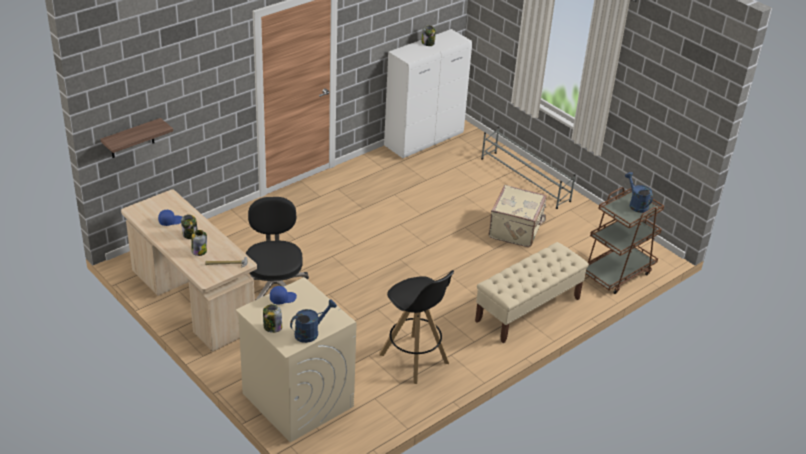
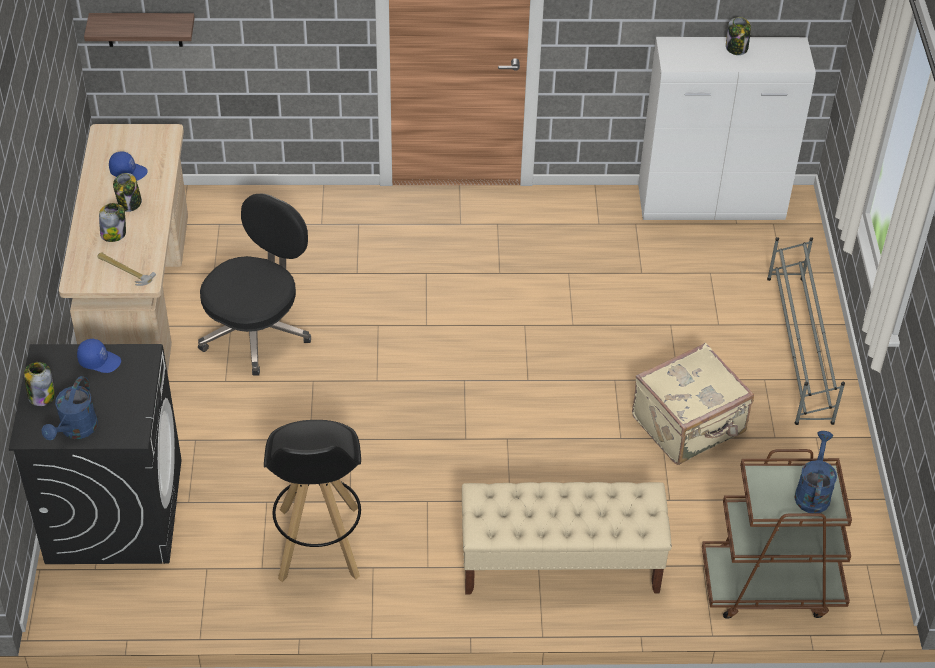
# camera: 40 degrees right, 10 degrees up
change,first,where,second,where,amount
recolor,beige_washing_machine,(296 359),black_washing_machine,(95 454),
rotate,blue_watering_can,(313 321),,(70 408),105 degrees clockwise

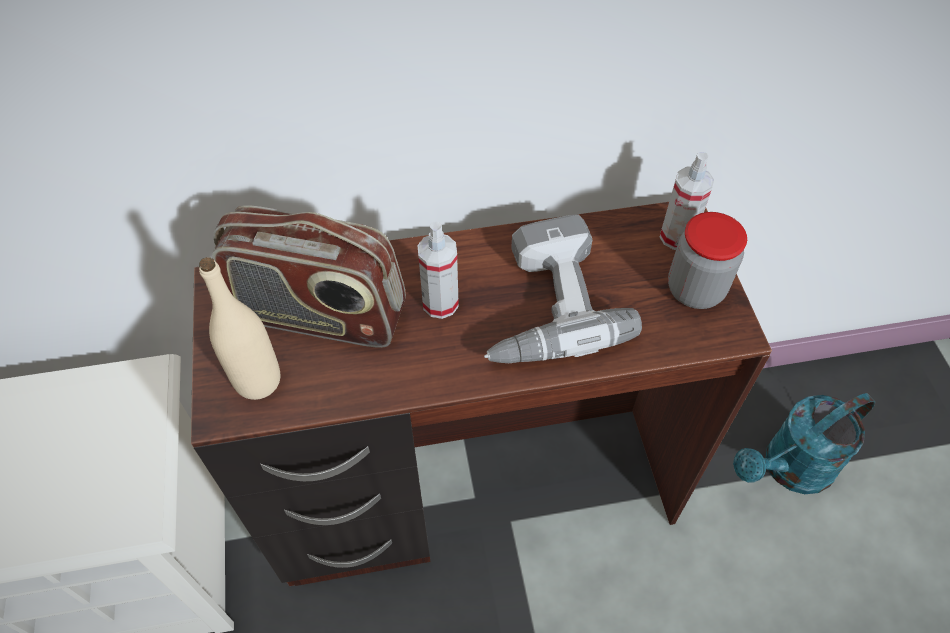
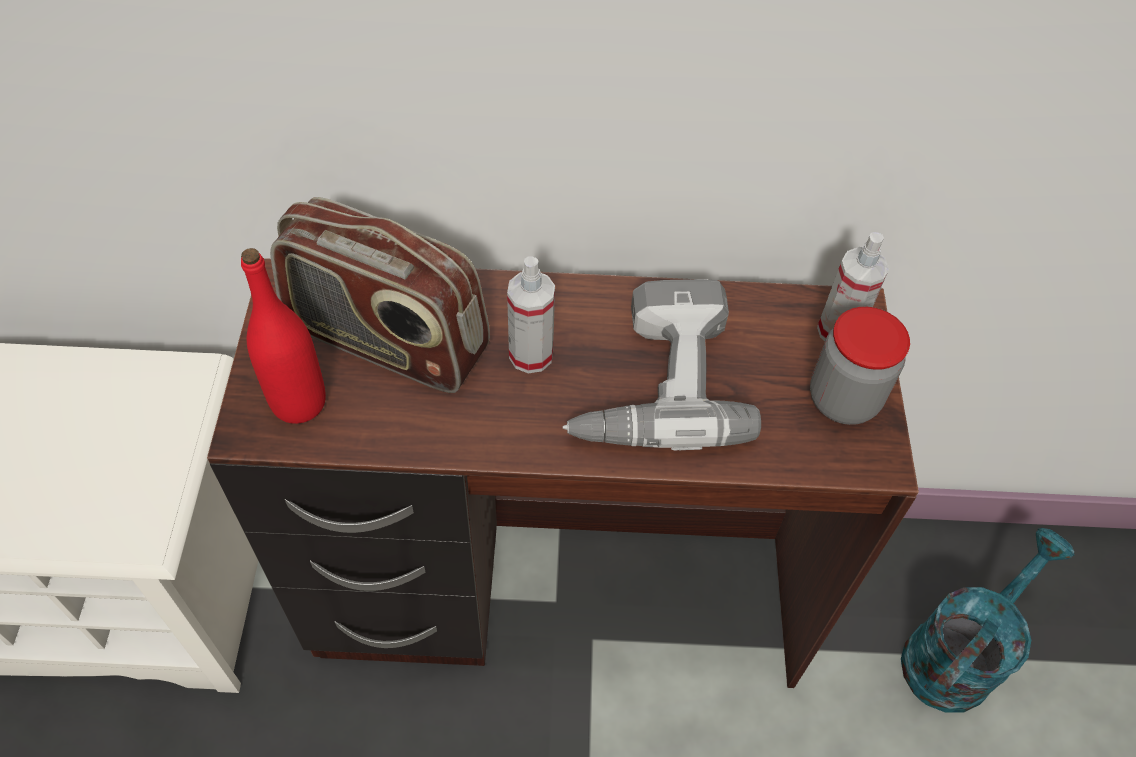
# camera: 10 degrees right, 0 degrees up
change,first,where,second,where,amount
recolor,beige_bottle,(239 328),red_bottle,(283 336),
rotate,turquoise_watering_can,(804 443),,(988 620),150 degrees clockwise

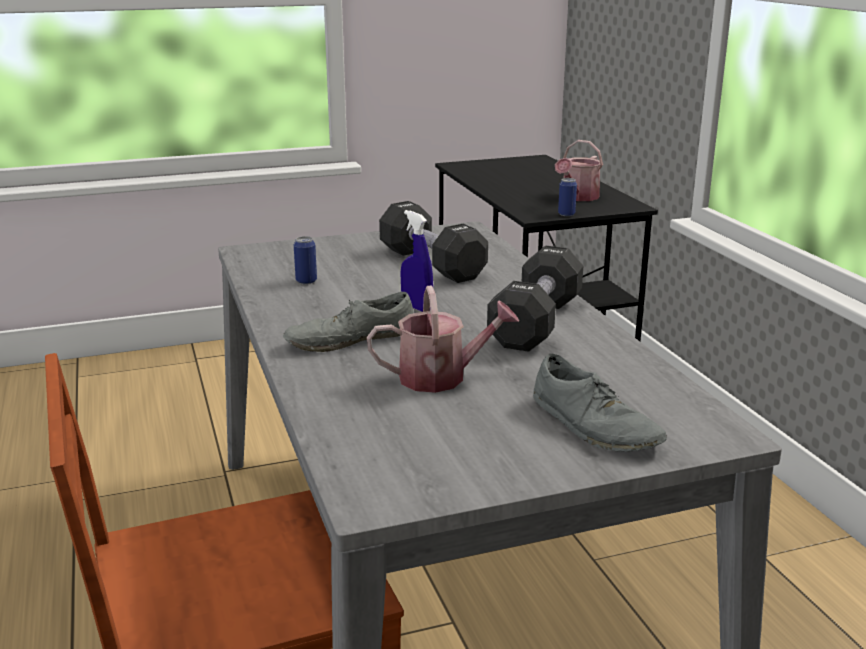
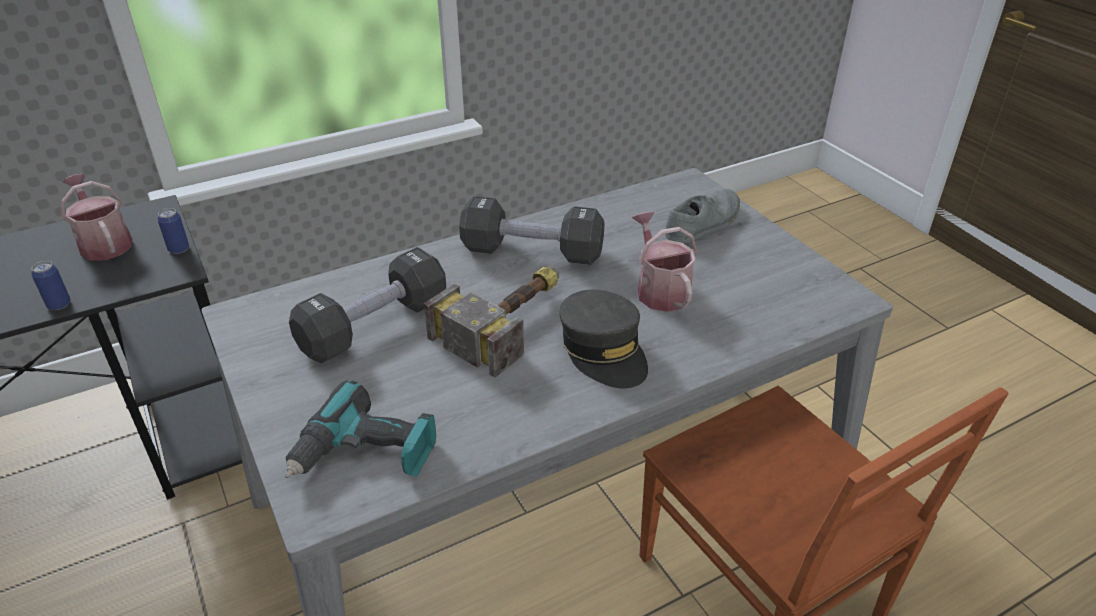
# camera: 100 degrees left, 15 degrees up
change,first,where,second,where,amount
rotate,watering_can,(579 170),,(96 217),150 degrees counterclockwise
replace,blue_spray_bottle,(416 261),hammer,(491 322),
move,can,(305 260),,(51 285),
replace,grey_shoe,(348 322),grey_cap,(603 339),
insert,,,power_drill,(360 429),

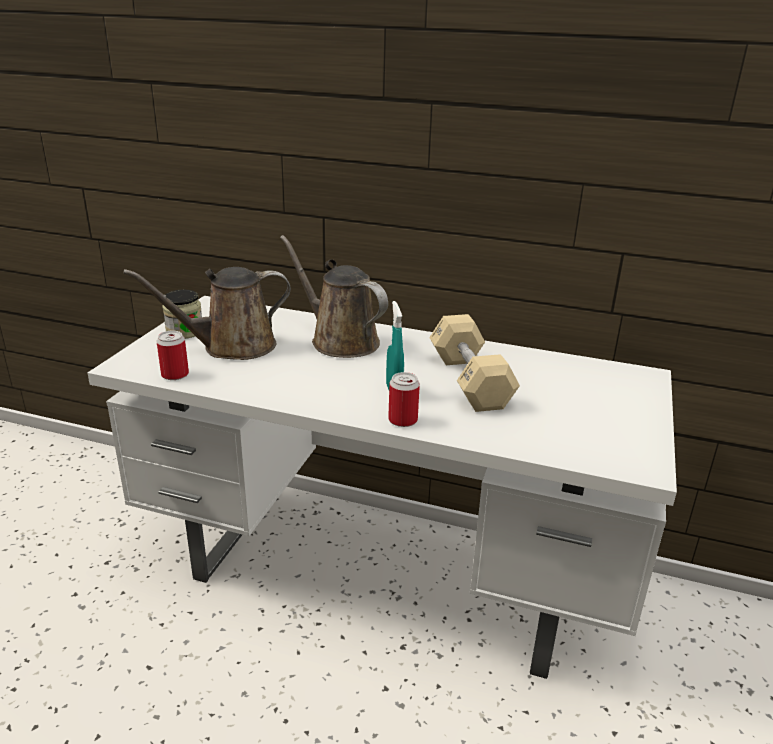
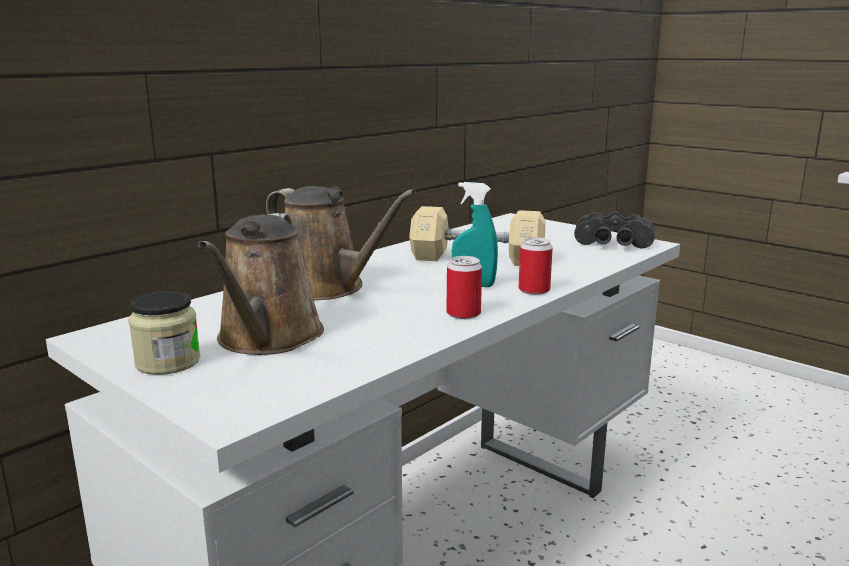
# camera: 65 degrees left, 10 degrees down
change,first,where,second,where,amount
rotate,brown_watering_can,(334 296),,(341 243),120 degrees counterclockwise
move,can,(172 355),,(464 287),
insert,,,black_binoculars,(614 229),

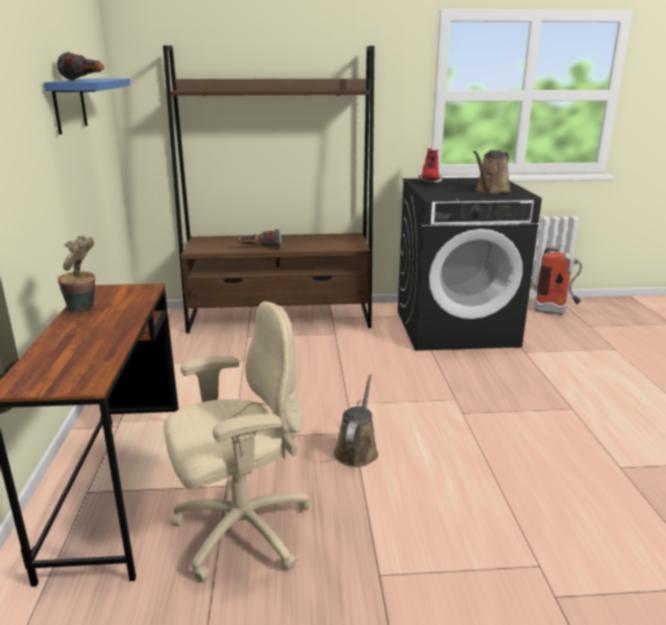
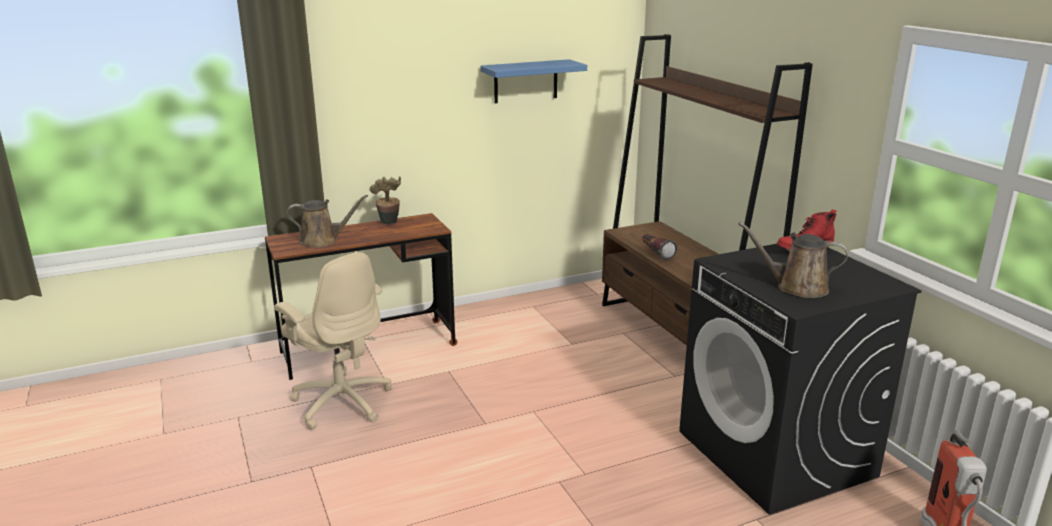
# camera: 70 degrees right, 0 degrees up
change,first,where,second,where,amount
delete,flashlight,(80 66),,,
move,brown_watering_can,(356 420),,(327 221),

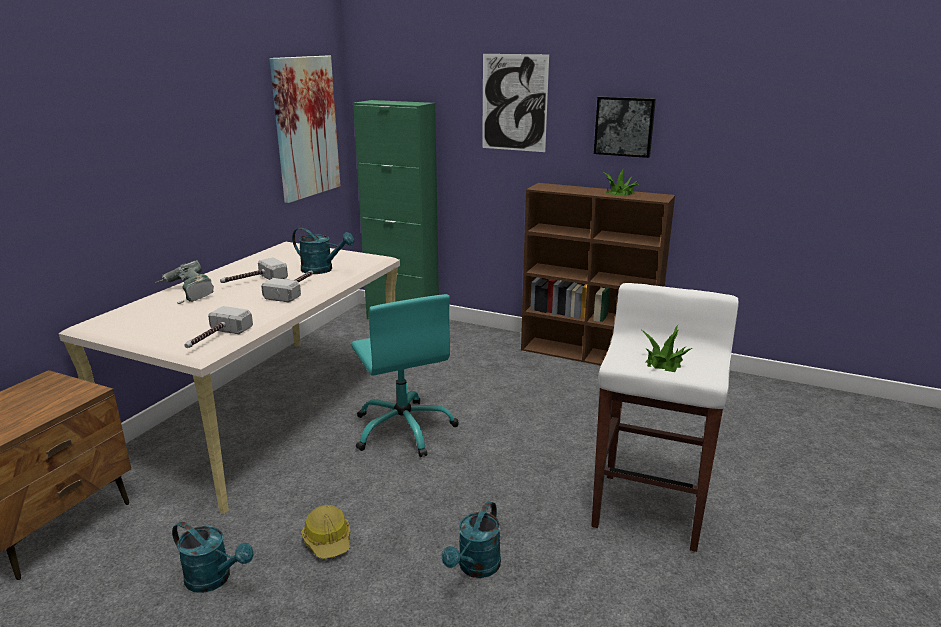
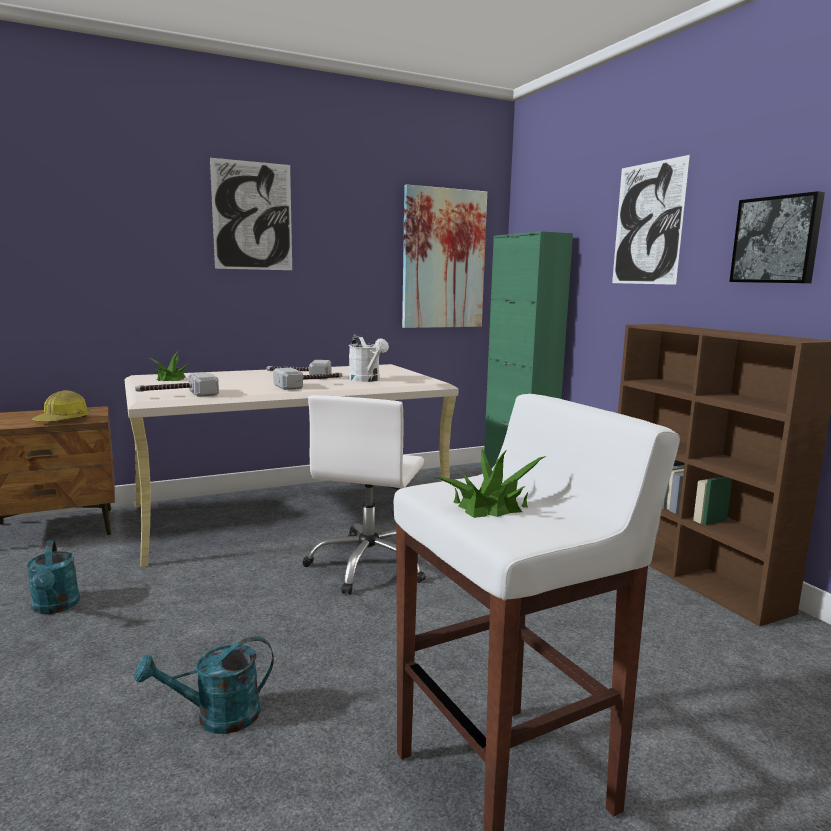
# camera: 40 degrees right, 10 degrees down
change,first,where,second,where,amount
move,potted_plant,(621 182),,(169 366),
recolor,turquoise_watering_can,(323 251),white_watering_can,(369 358),
delete,power_drill,(184 282),,,
recolor,turquoise_office_chair,(405 375),white_office_chair,(364 495),
move,hard_hat,(325 532),,(61 406),
insert,,,picture,(251 214),

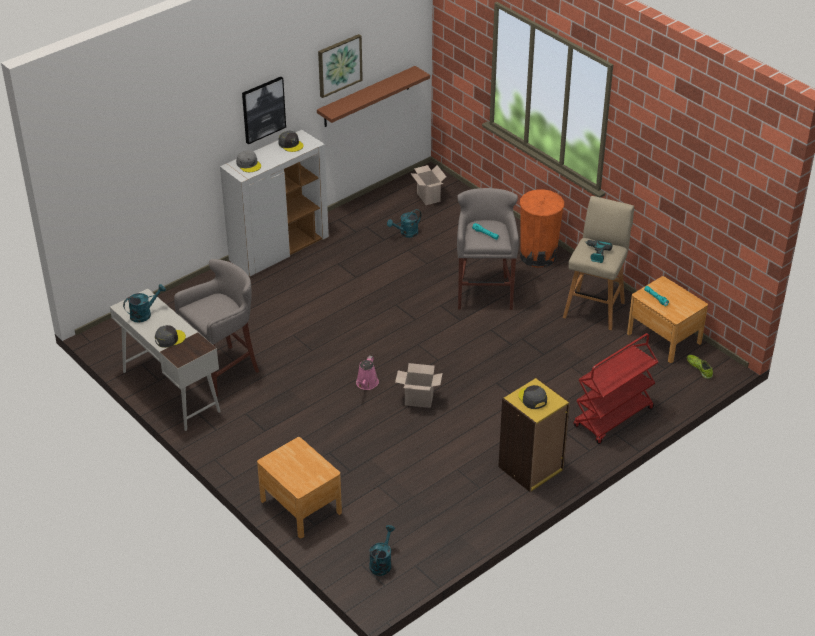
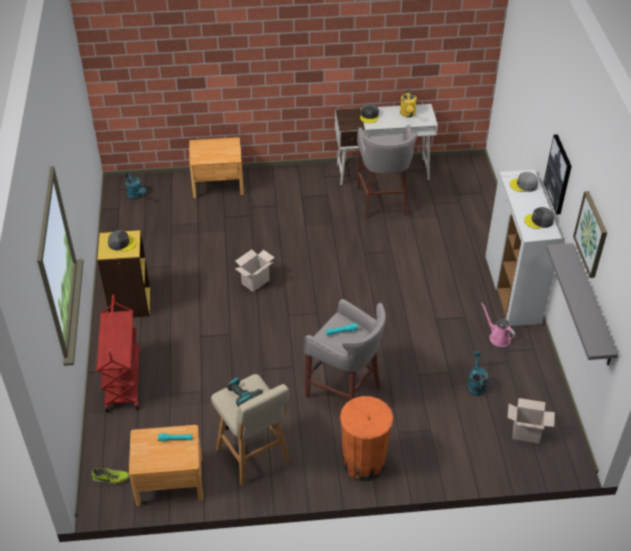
# camera: 125 degrees right, 5 degrees up
change,first,where,second,where,amount
recolor,brown_shelf,(373 96),grey_shelf,(582 304),
recolor,turquoise_watering_can,(144 303),yellow_watering_can,(408 103),
move,pink_watering_can,(367 372),,(498 325),

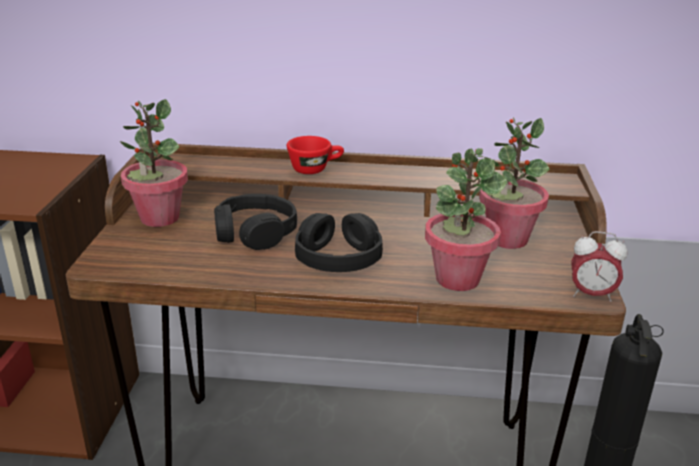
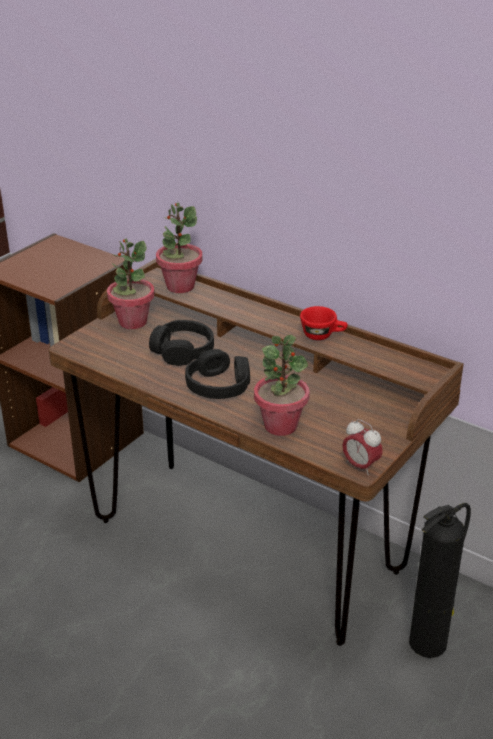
# camera: 30 degrees right, 5 degrees up
change,first,where,second,where,amount
move,potted_plant,(514 183),,(179 247),
move,red_cup,(315 155),,(324 323),

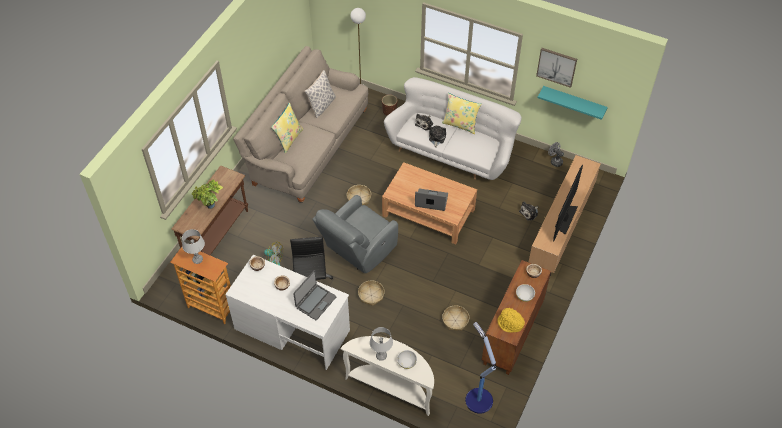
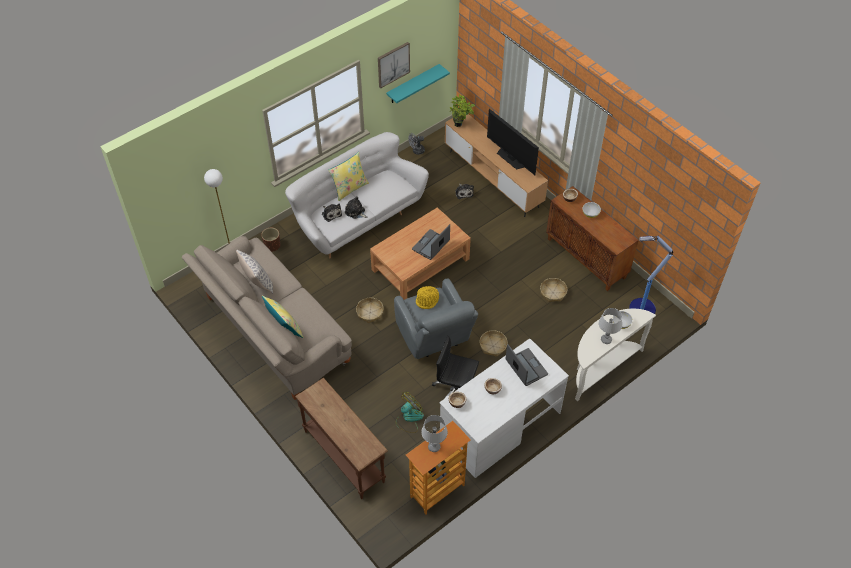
# camera: 65 degrees left, 0 degrees up
change,first,where,second,where,amount
move,potted_plant,(207 194),,(462 111),
move,yellow_hat,(511 320),,(427 297),

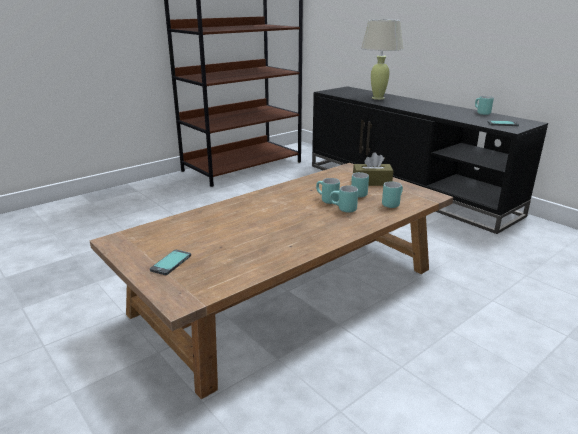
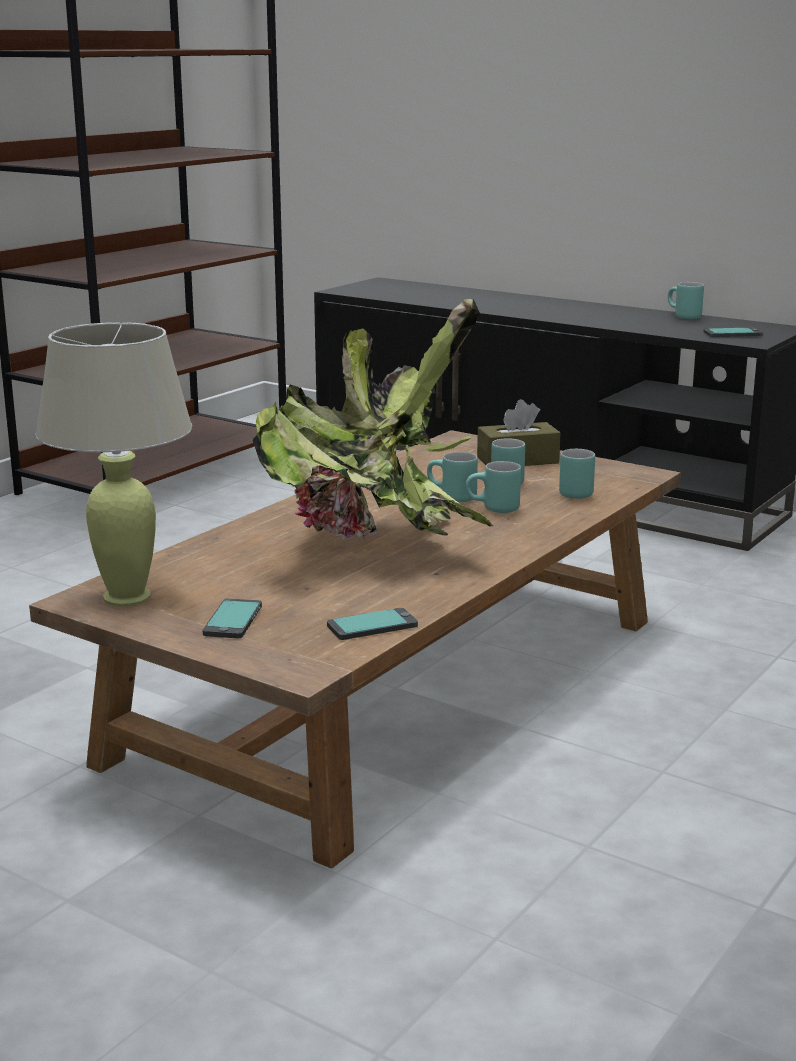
# camera: 15 degrees left, 5 degrees down
change,first,where,second,where,amount
move,beige_table_lamp,(382 59),,(113 464),
insert,,,potted_plant,(373 419),
insert,,,phone,(372 624),

